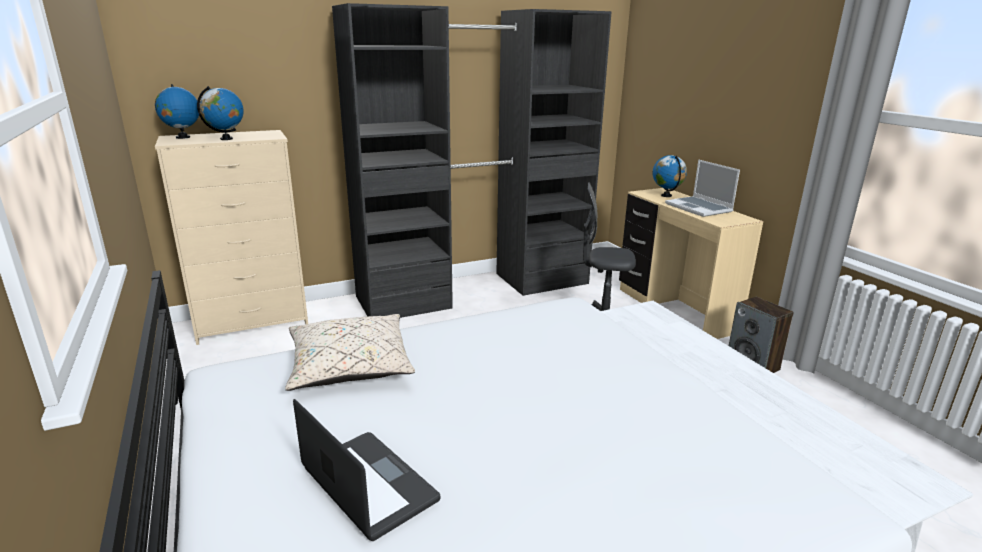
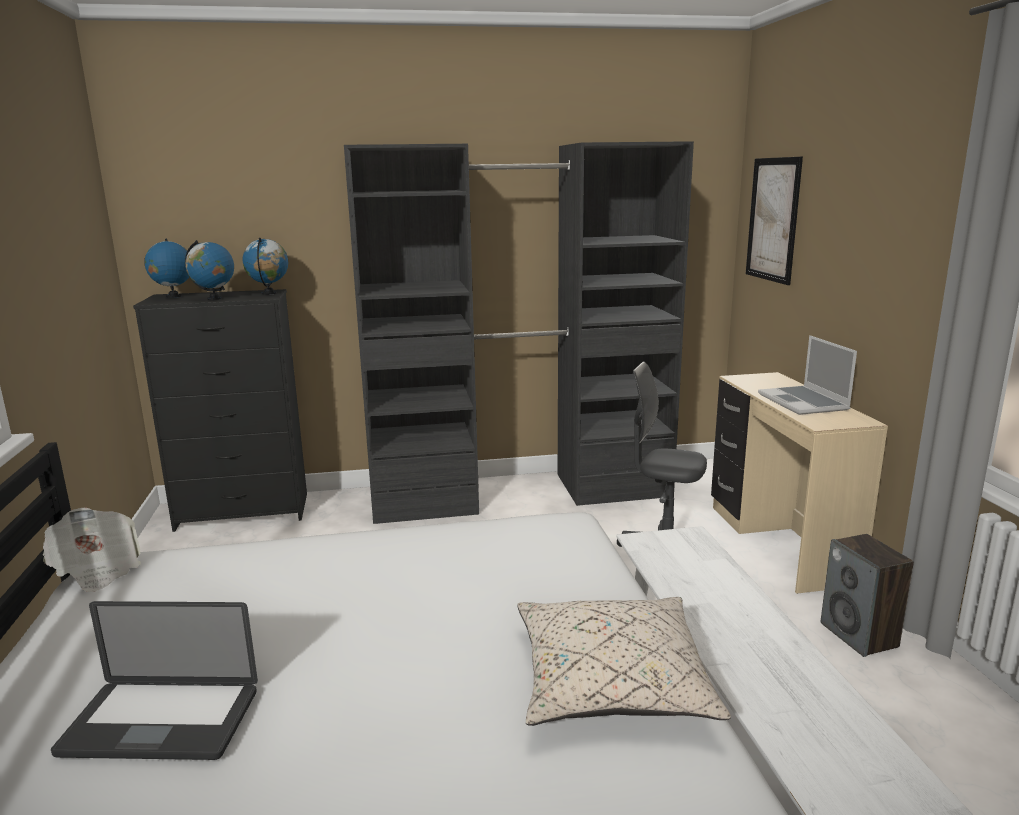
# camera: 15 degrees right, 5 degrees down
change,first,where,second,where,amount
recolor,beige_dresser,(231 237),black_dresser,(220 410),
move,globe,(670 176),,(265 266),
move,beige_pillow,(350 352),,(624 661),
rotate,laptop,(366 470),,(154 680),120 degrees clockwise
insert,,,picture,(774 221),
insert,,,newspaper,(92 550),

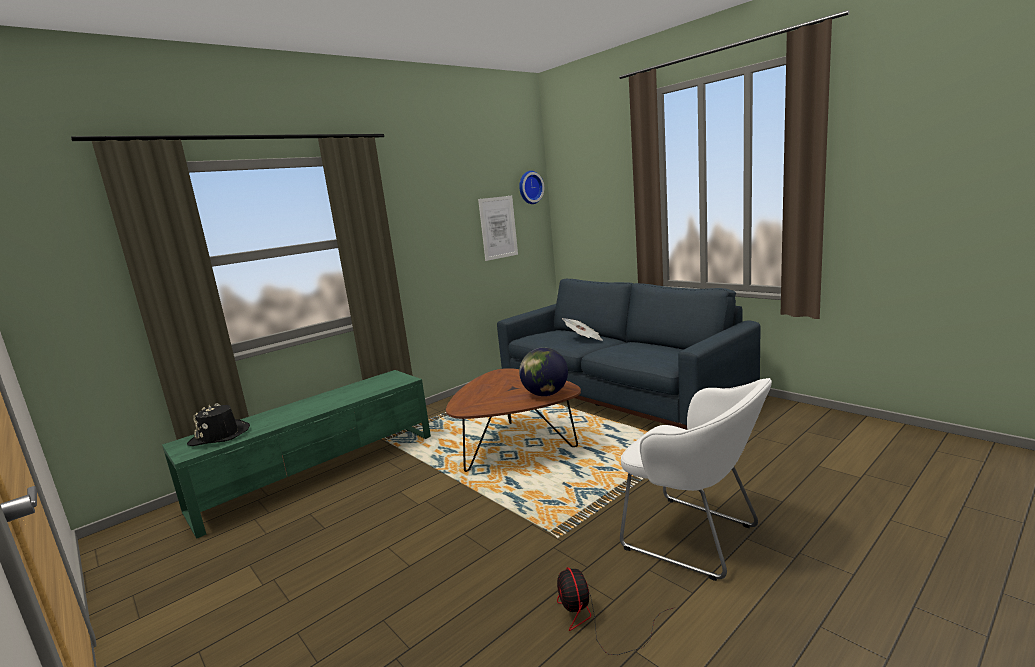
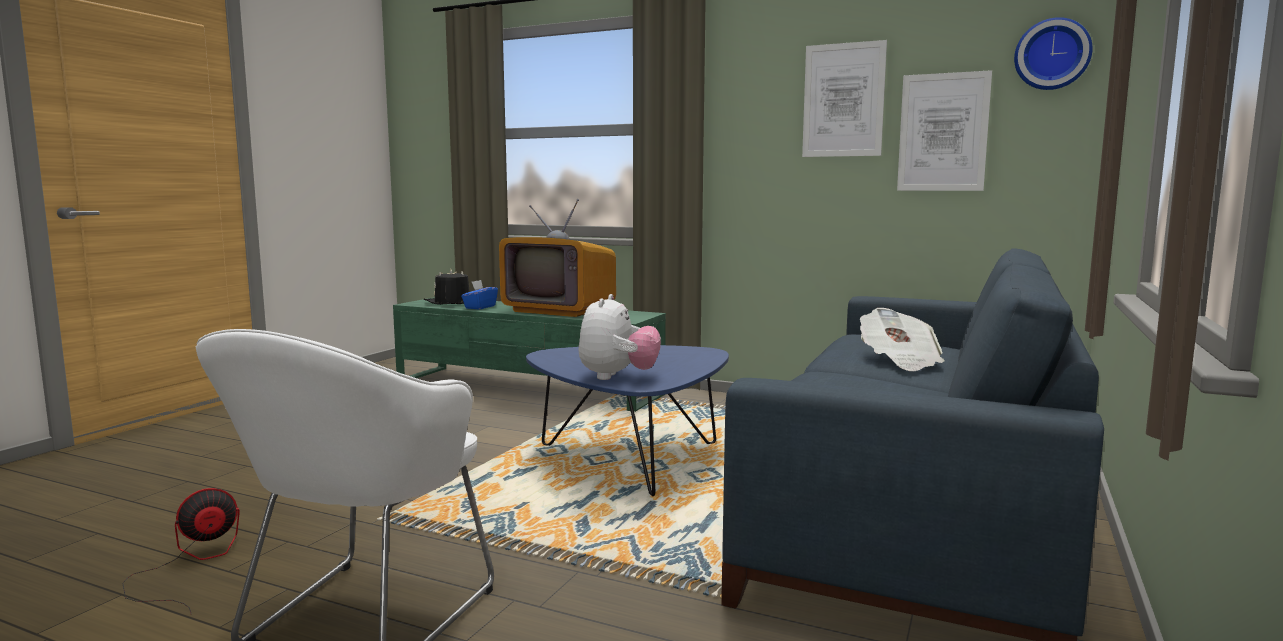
# camera: 65 degrees right, 5 degrees down
change,first,where,second,where,amount
replace,globe,(543 371),plush_toy,(619 337),
recolor,brown_coffee_table,(513 420),blue_coffee_table,(627 420),
insert,,,picture,(844 98),
insert,,,television,(557 258),
insert,,,blue_tissue_box,(479 294),

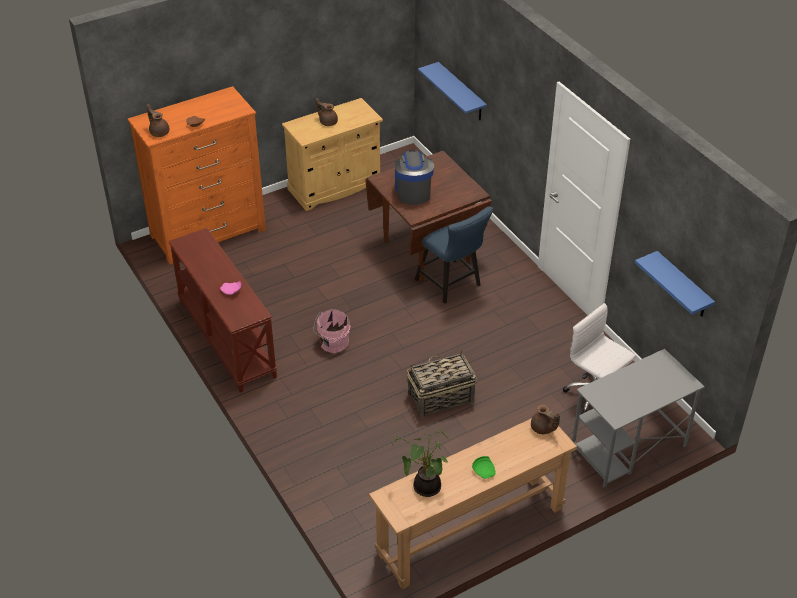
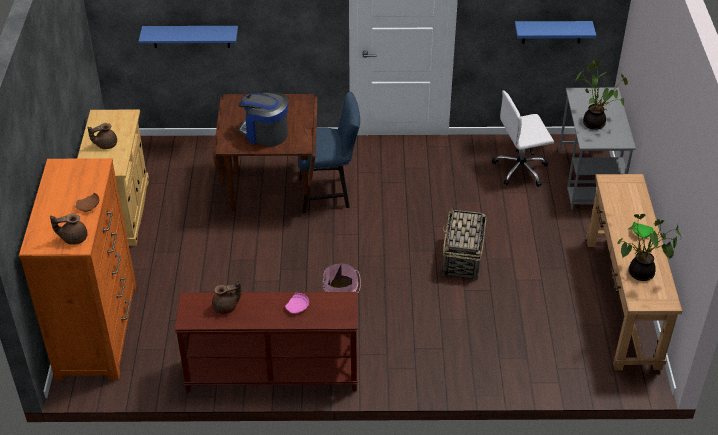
# camera: 60 degrees left, 0 degrees up
change,first,where,second,where,amount
move,brown_teapot,(545 419),,(226 297),
insert,,,potted_plant,(601 95),

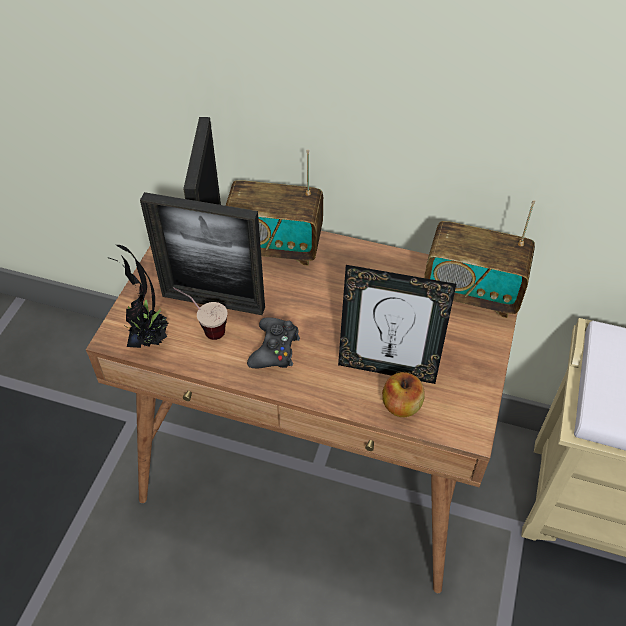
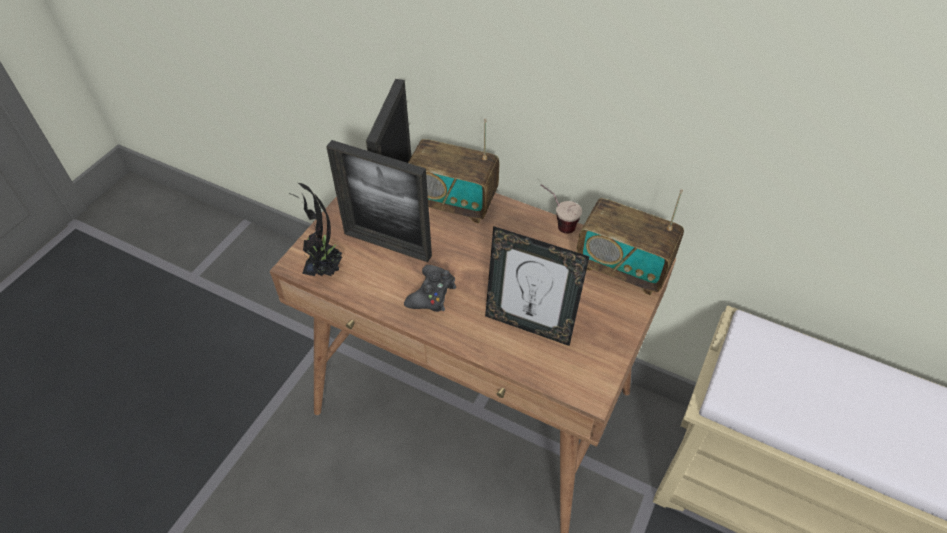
# camera: 10 degrees right, 0 degrees up
change,first,where,second,where,amount
move,cup,(200 313),,(561 209),
delete,apple,(403 394),,,

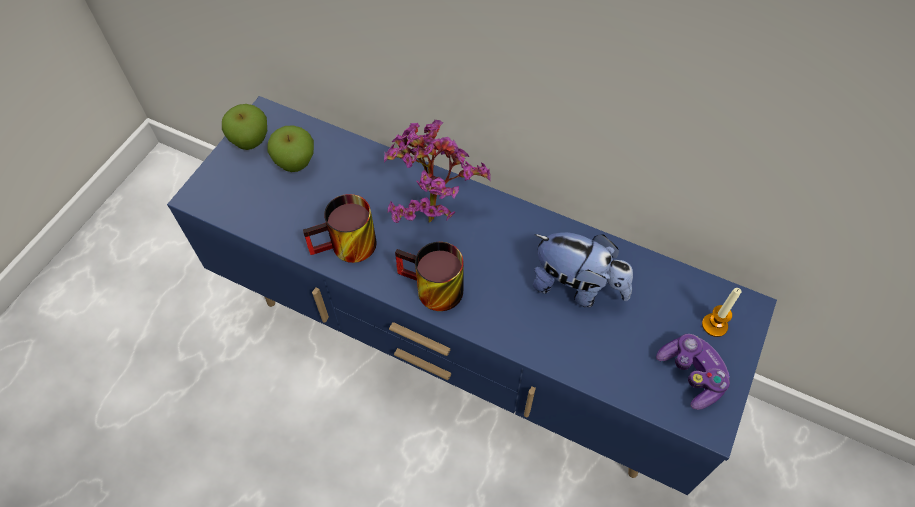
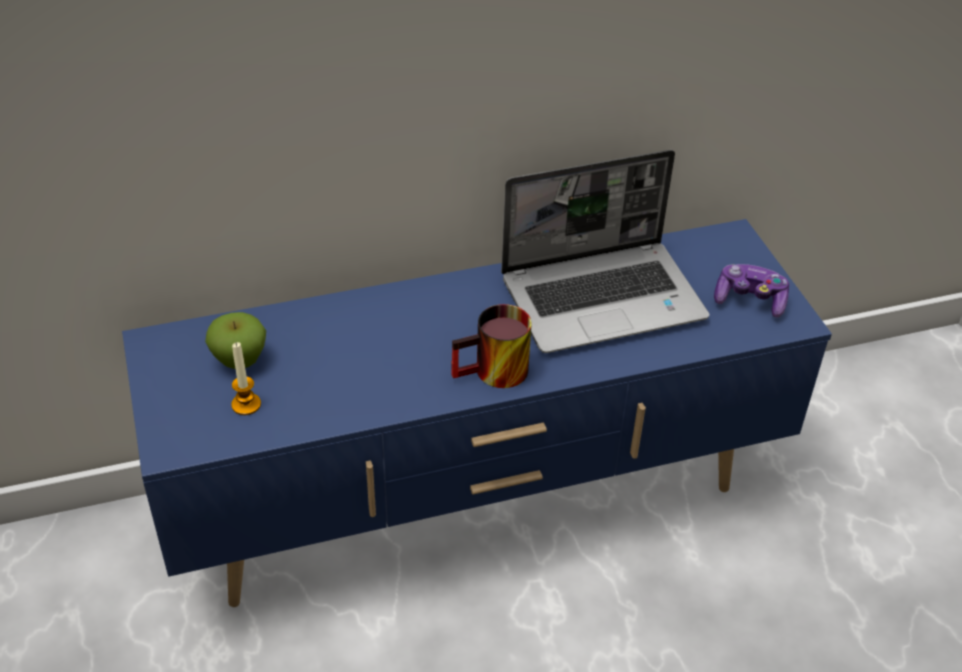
# camera: 45 degrees left, 15 degrees down
change,first,where,second,where,amount
delete,apple,(244 127),,,
delete,potted_plant,(437 171),,,
delete,mug,(340 228),,,
replace,plush_toy,(583 269),laptop,(605 251),
move,candle,(722 312),,(246 378),

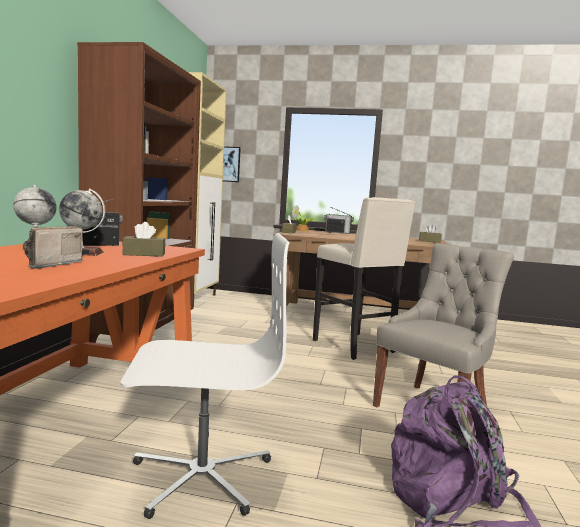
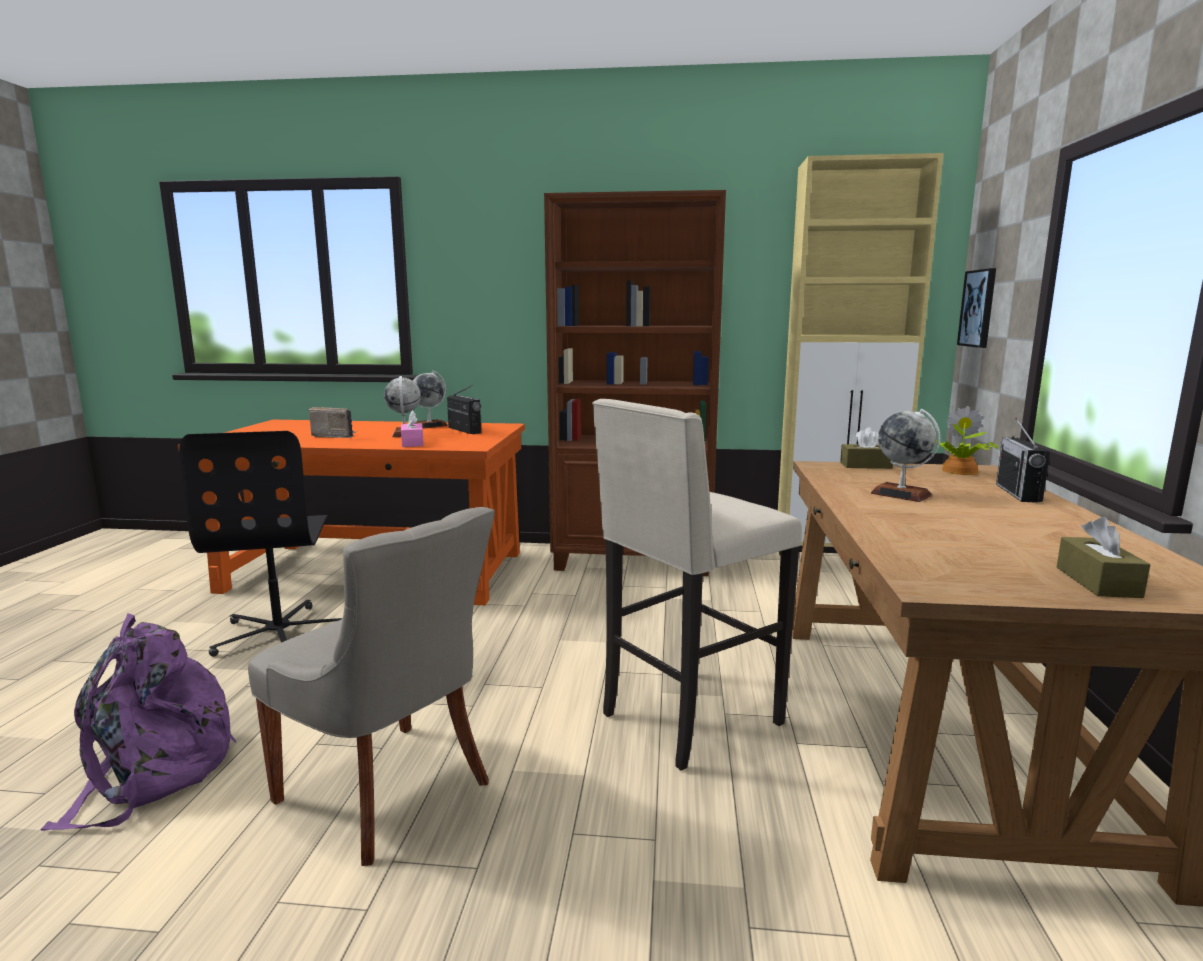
# camera: 85 degrees right, 5 degrees up
change,first,where,second,where,amount
recolor,brown_tissue_box,(143 239),pink_tissue_box,(412 429),
recolor,white_office_chair,(205 376),black_office_chair,(261 544),
insert,,,globe,(905 455),

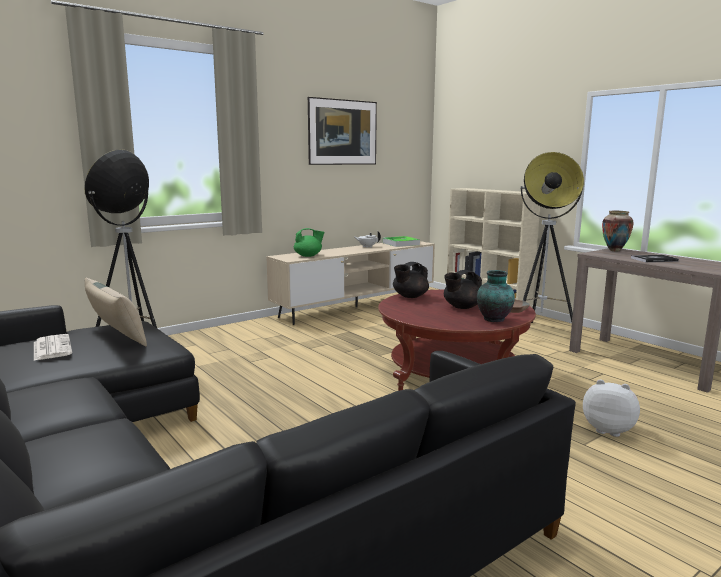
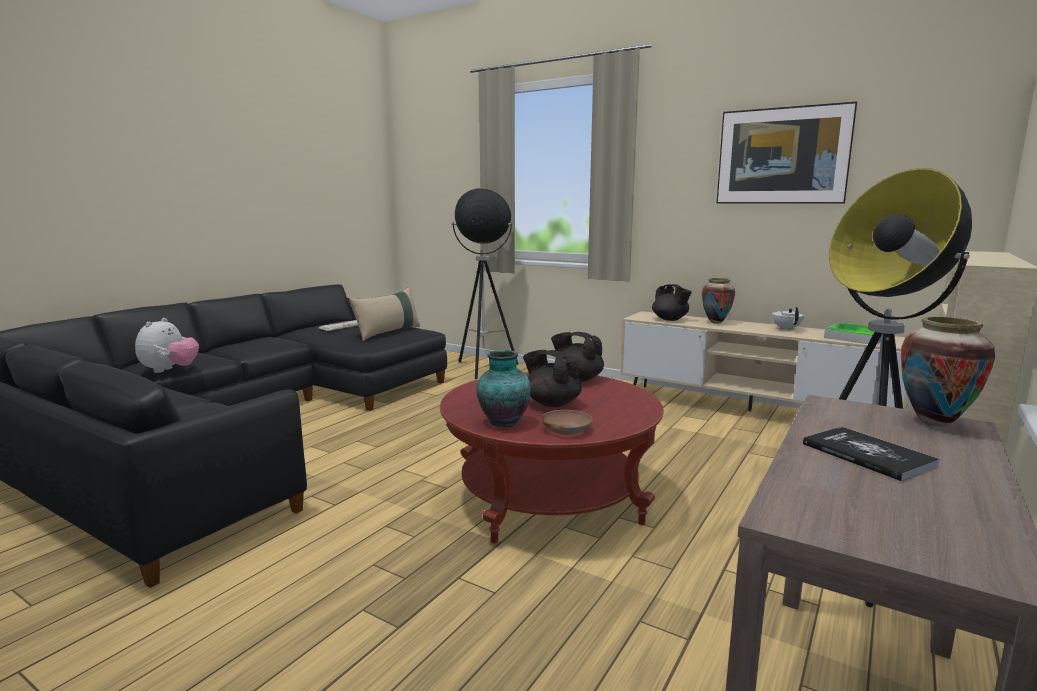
# camera: 70 degrees right, 0 degrees up
change,first,where,second,where,amount
recolor,green_teapot,(309 242),black_teapot,(672 302),
move,plush_toy,(611 408),,(167 345),
insert,,,vase,(718 301),

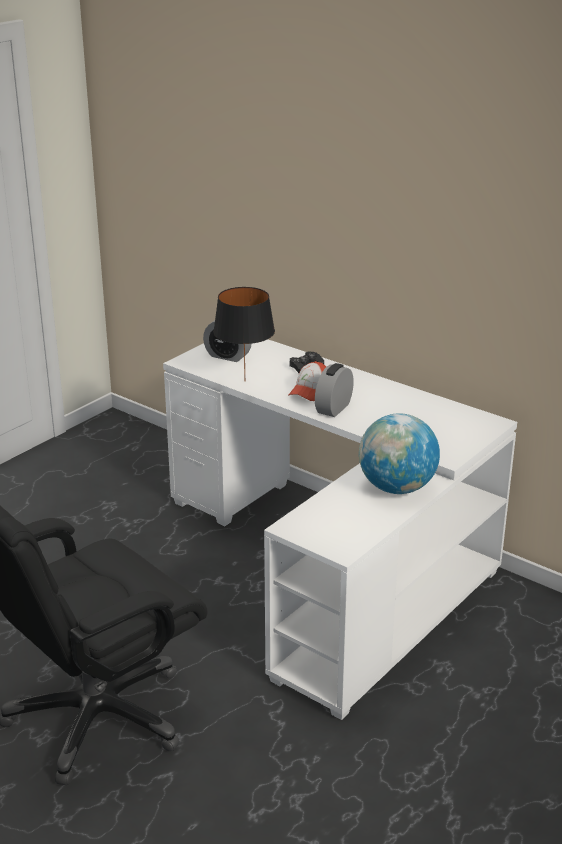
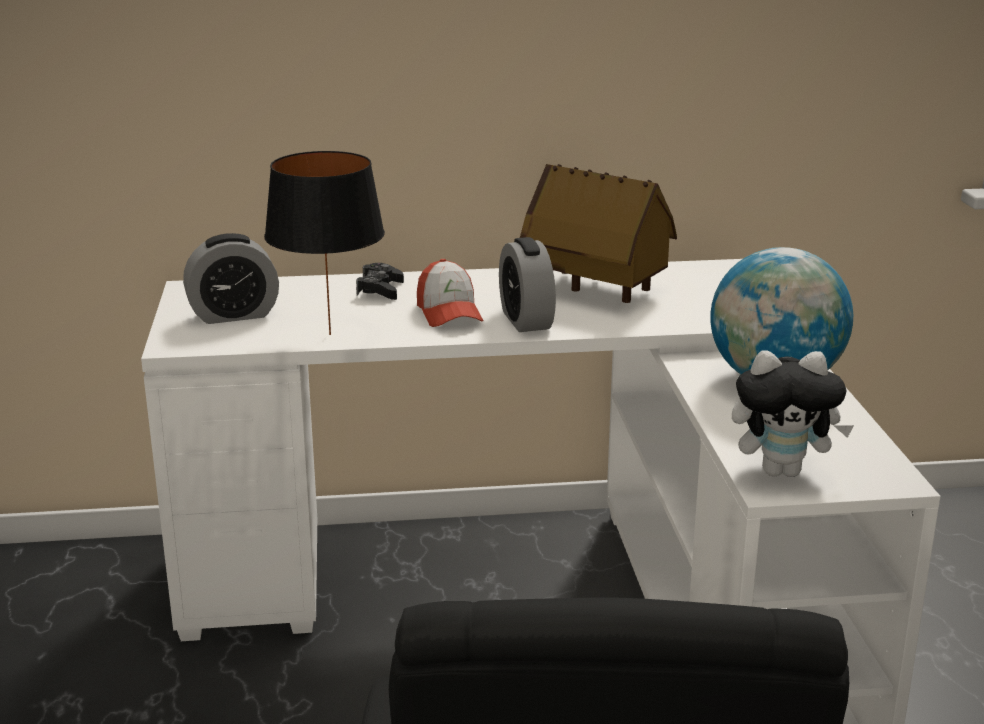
# camera: 45 degrees left, 5 degrees down
change,first,where,second,where,amount
insert,,,toy_house,(598 233),
insert,,,plush_toy,(793 413),

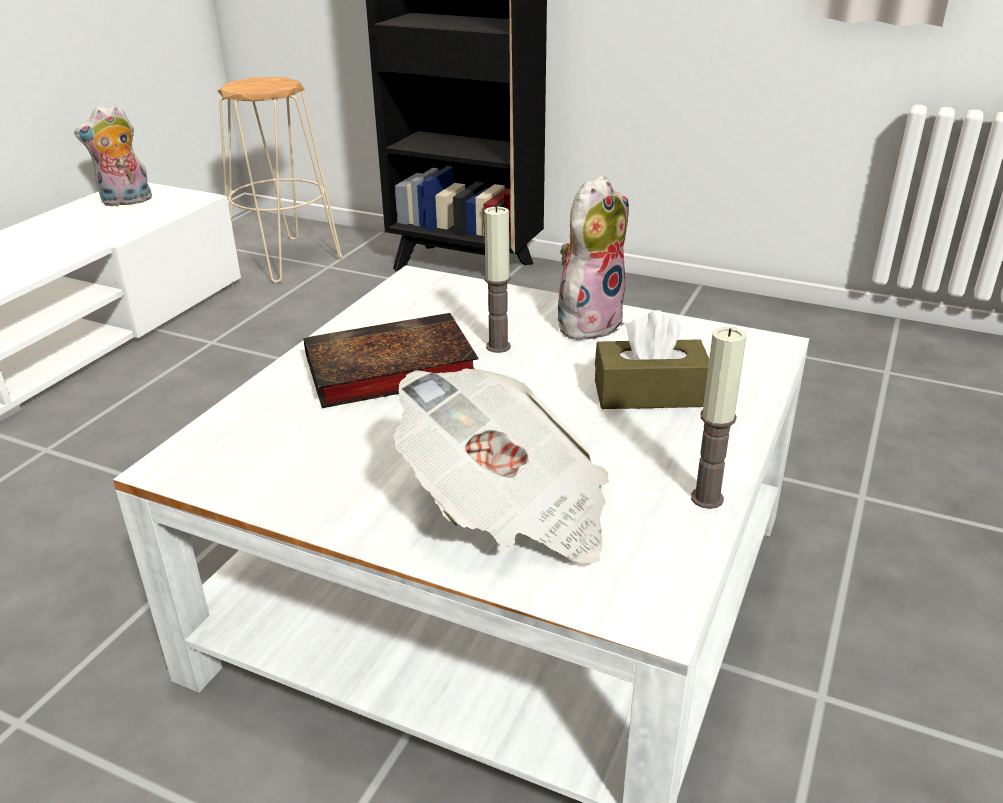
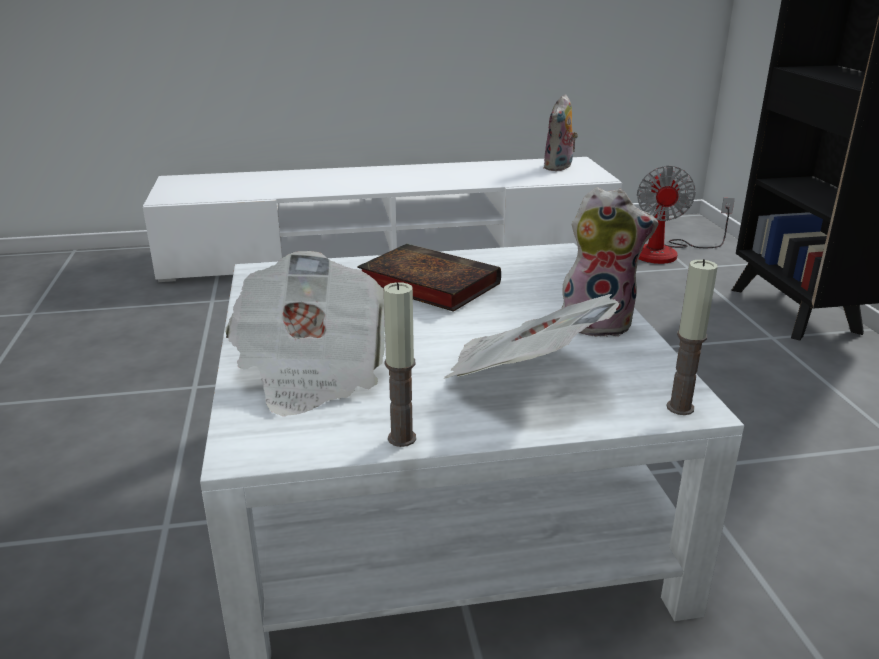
# camera: 55 degrees right, 5 degrees down
change,first,where,second,where,amount
replace,beige_stool,(280 180),fan,(686 215),
rotate,plush_toy,(113 155),,(560 132),90 degrees counterclockwise
move,candle,(497 279),,(692 337),
replace,brown_tissue_box,(652 359),newspaper,(531 336),

